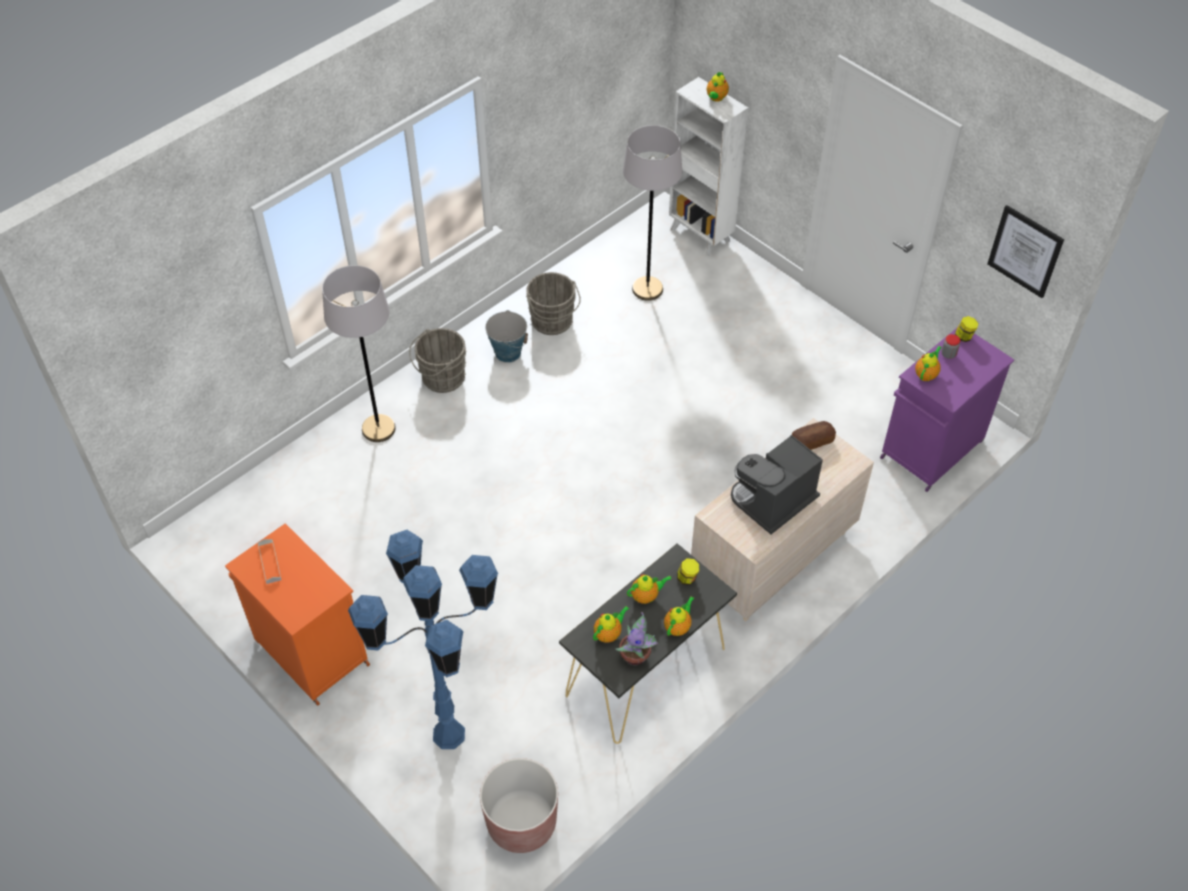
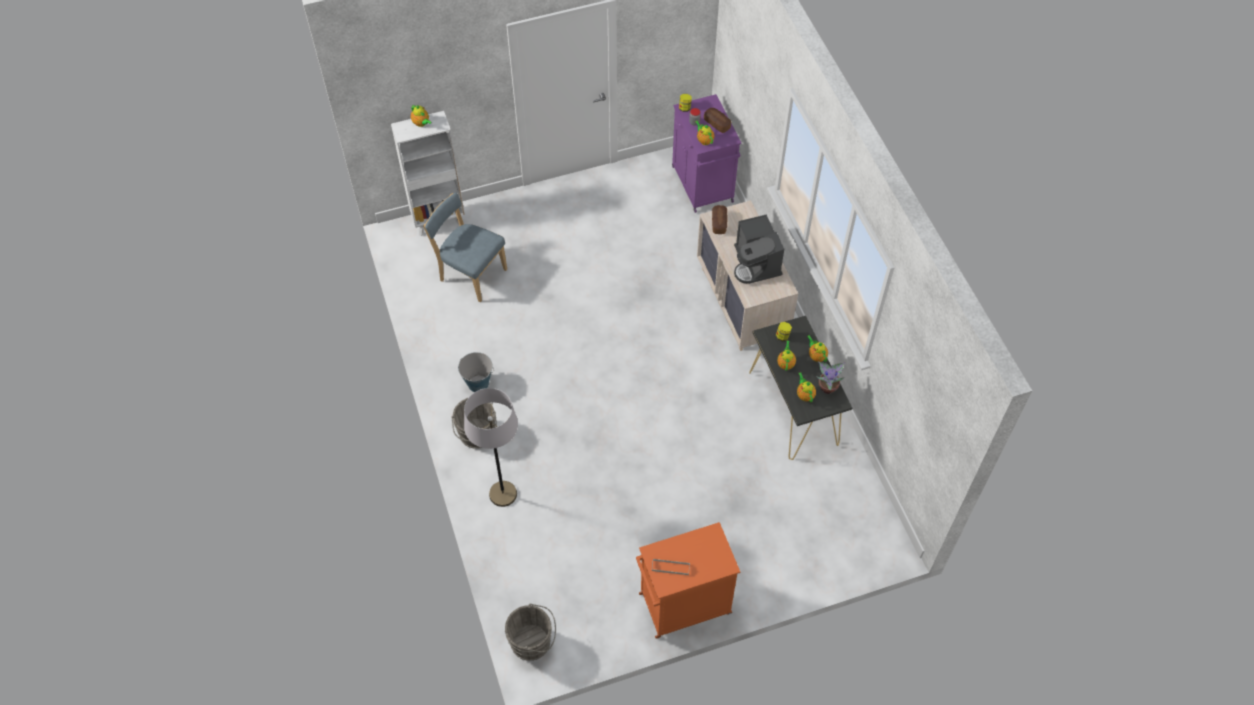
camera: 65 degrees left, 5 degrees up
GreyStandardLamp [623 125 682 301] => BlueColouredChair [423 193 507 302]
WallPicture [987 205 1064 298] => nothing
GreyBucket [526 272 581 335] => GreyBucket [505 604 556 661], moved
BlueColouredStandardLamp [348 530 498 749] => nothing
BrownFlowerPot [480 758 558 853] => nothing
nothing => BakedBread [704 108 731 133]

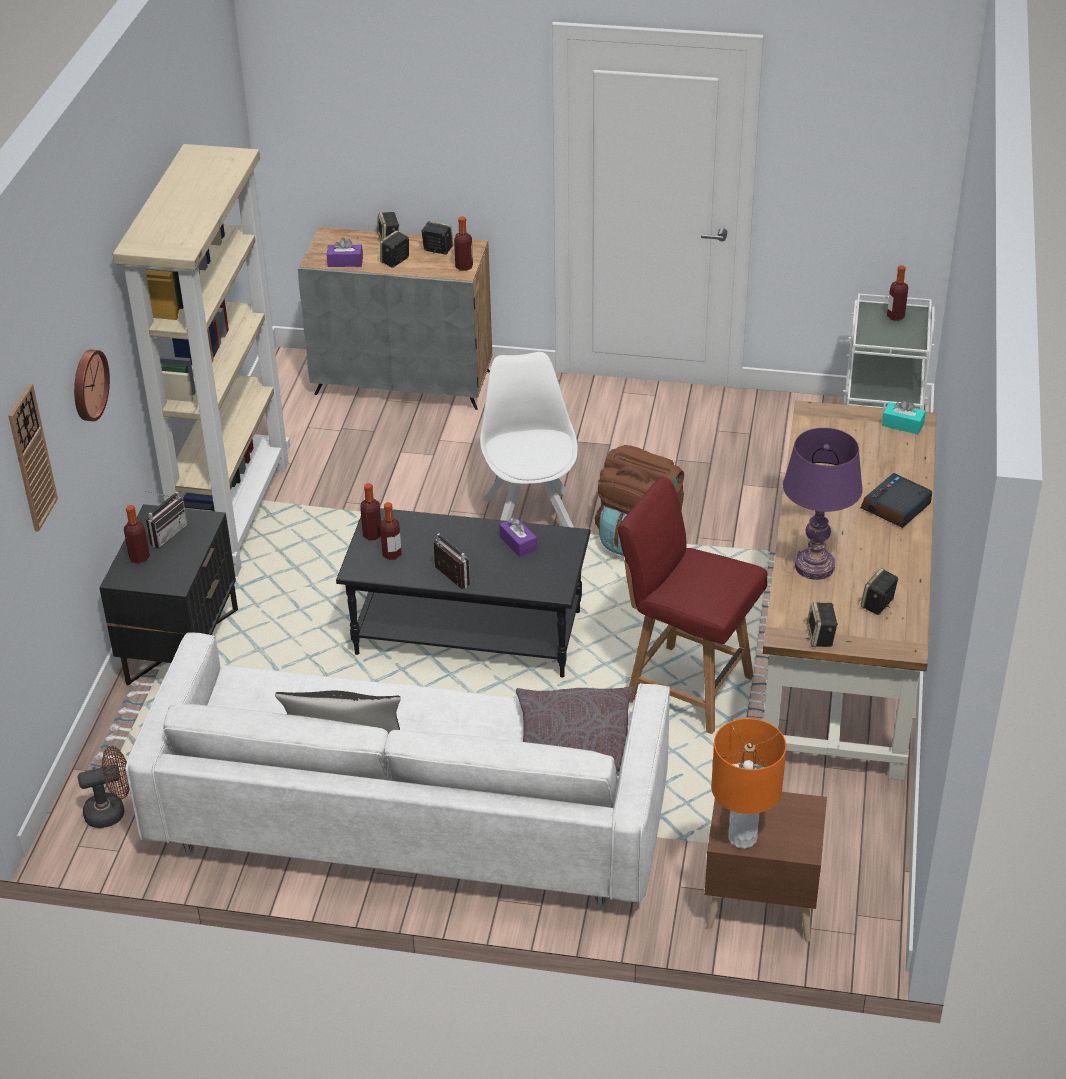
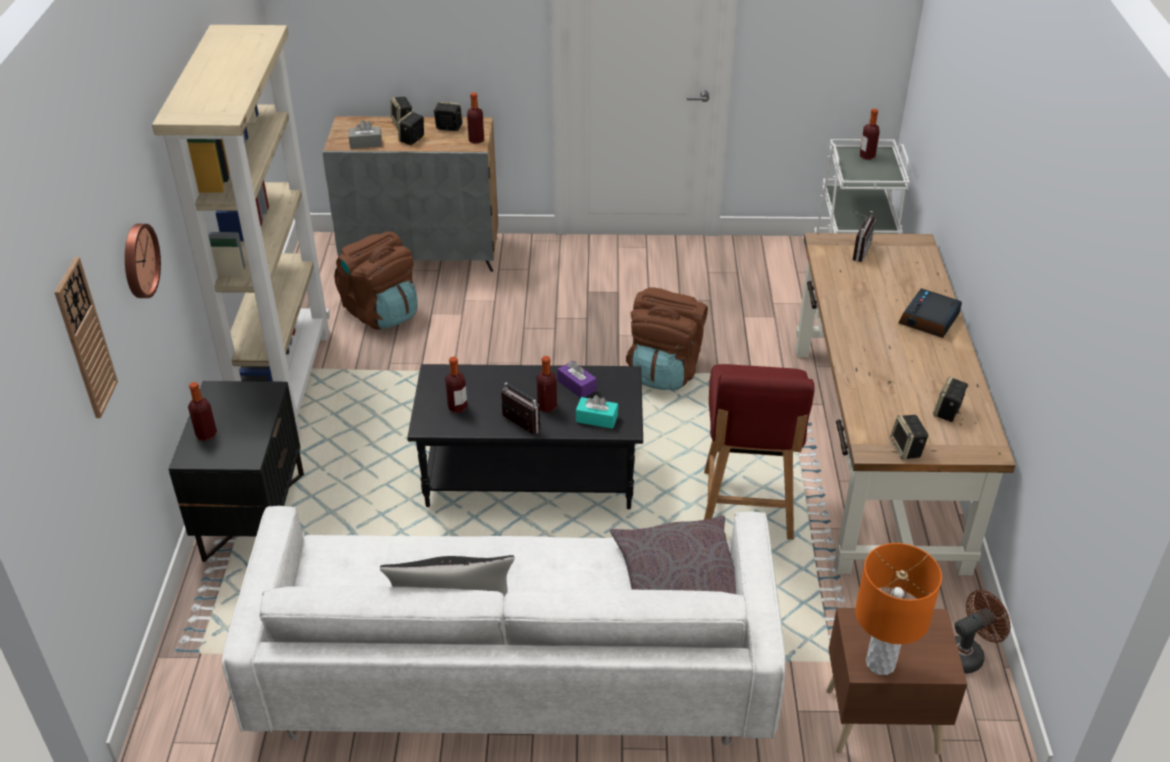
camera: 10 degrees left, 0 degrees up
PurplishTissueBox [327 238 363 267] => GreyTissueBox [349 120 382 149]
WhiteColouredChair [480 352 577 528] => nothing
BlueGreenTissueBox [882 399 926 434] => BlueGreenTissueBox [576 395 618 429], moved
PurplishLampForATable [783 428 863 580] => nothing
ReddishChair [618 477 767 734] => ReddishChair [704 364 814 540], 105 degrees counterclockwise
DrinkBottle [360 483 381 540] => DrinkBottle [537 356 557 412], moved
RadioReceiver [146 491 187 548] => RadioReceiver [851 210 876 262], moved
BrownElectricFan [77 746 129 828] => BrownElectricFan [955 590 1010 674], moved
nothing => BrownBackpack [334 231 418 330]

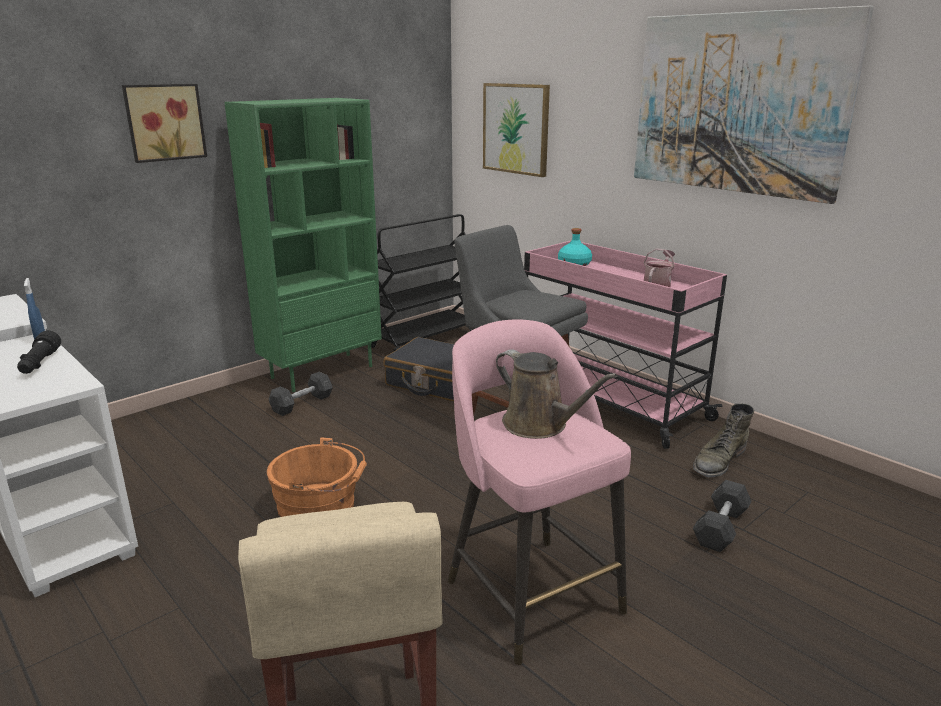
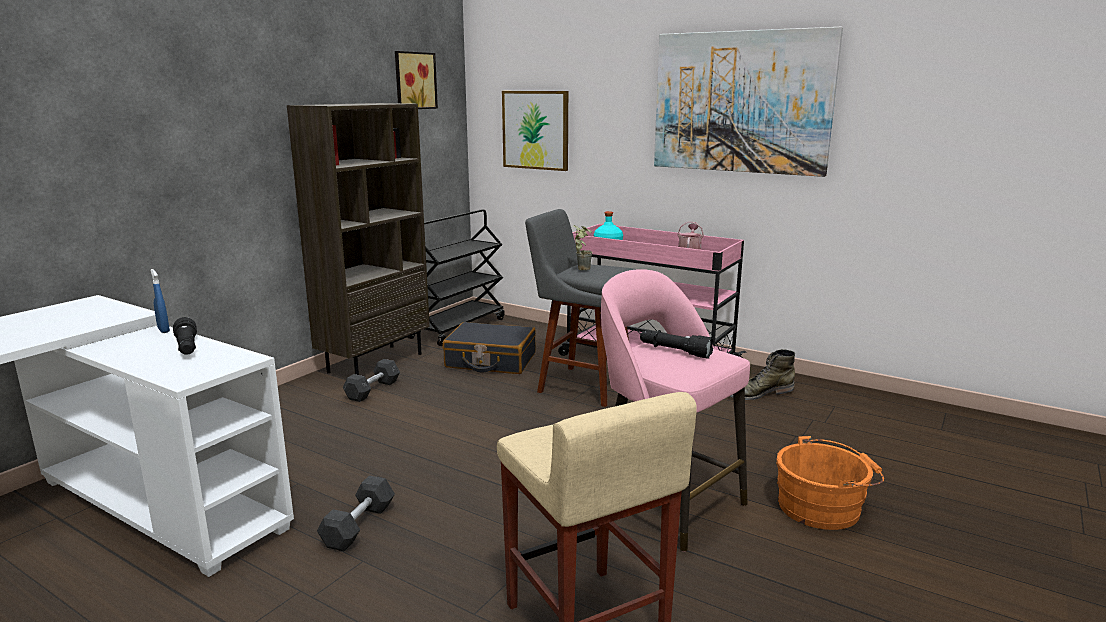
camera: 15 degrees left, 5 degrees down
WallPicture [122 84 207 163] => WallPicture [395 51 438 109], moved
GreenColouredShelvingUnit [224 98 382 392] => BrownShelvingUnit [287 103 430 375]
BrownWateringPot [496 349 618 439] => BlackColouredHandTorch [640 330 714 359]
GreenColouredTallBoot [693 404 754 477] => GreenColouredTallBoot [730 349 795 400], 45 degrees clockwise
OrangeBucket [267 437 367 517] => OrangeBucket [776 436 884 530], moved
GreyHandWeight [693 480 751 552] => GreyHandWeight [317 475 395 552], moved
nothing => PlantInAPot [574 225 592 270]

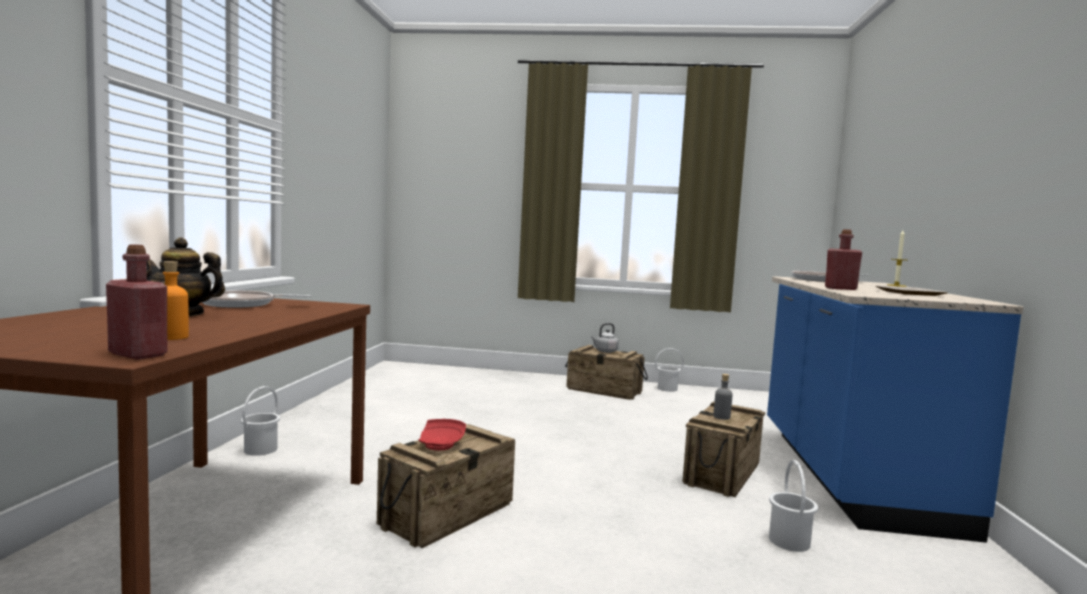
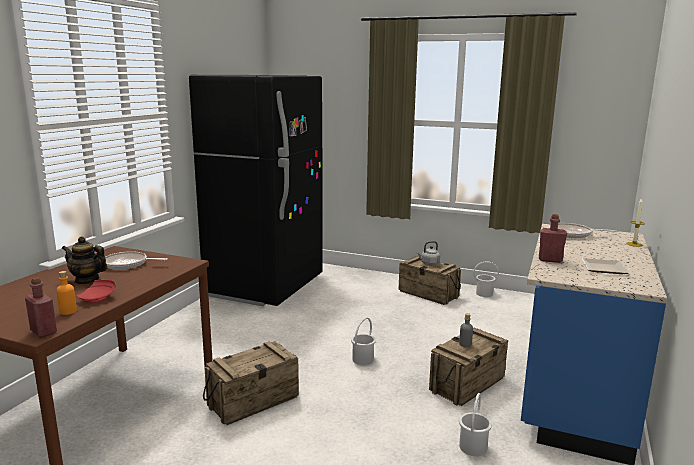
camera: 15 degrees right, 10 degrees up
WhiteColouredBucket [241 386 280 456] => WhiteColouredBucket [351 317 376 365], moved
ReddishFlatDish [418 419 466 451] => ReddishFlatDish [76 280 116 304], moved
nothing => BlackColouredKitchenFridge [189 75 323 306]

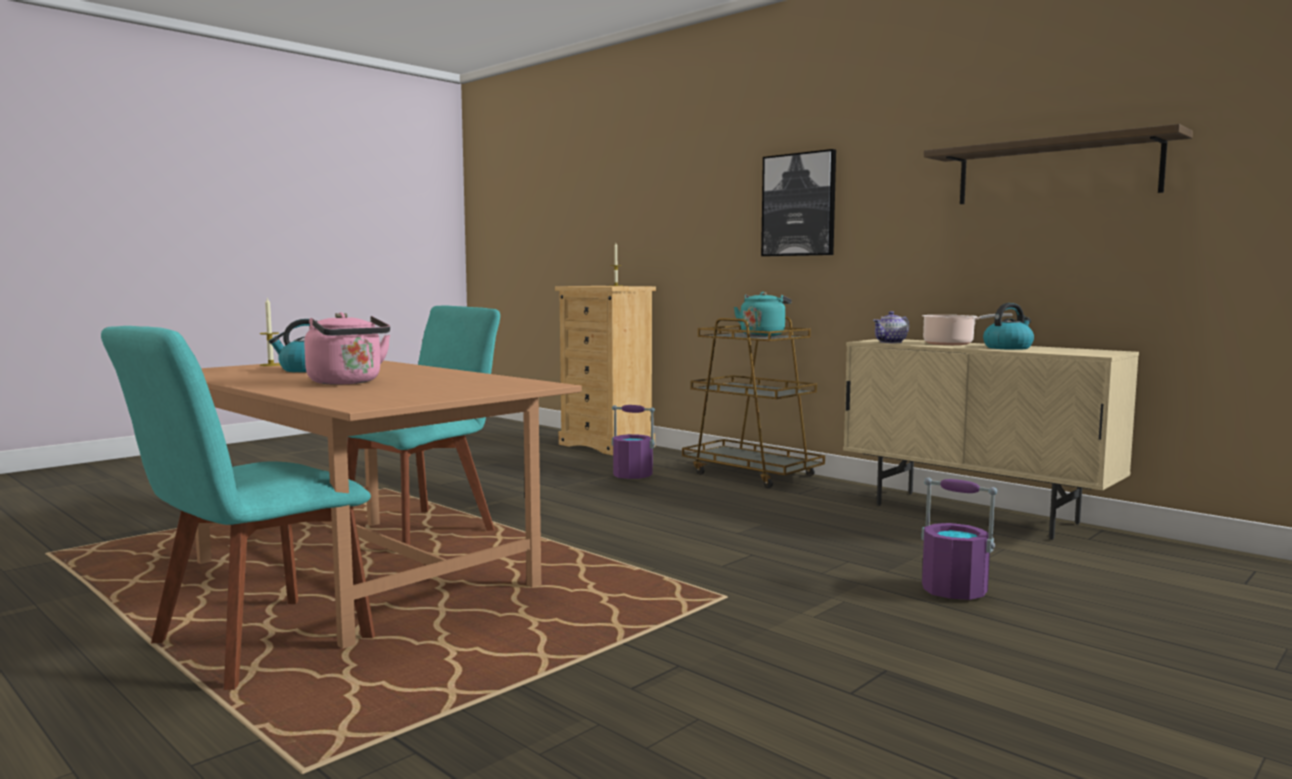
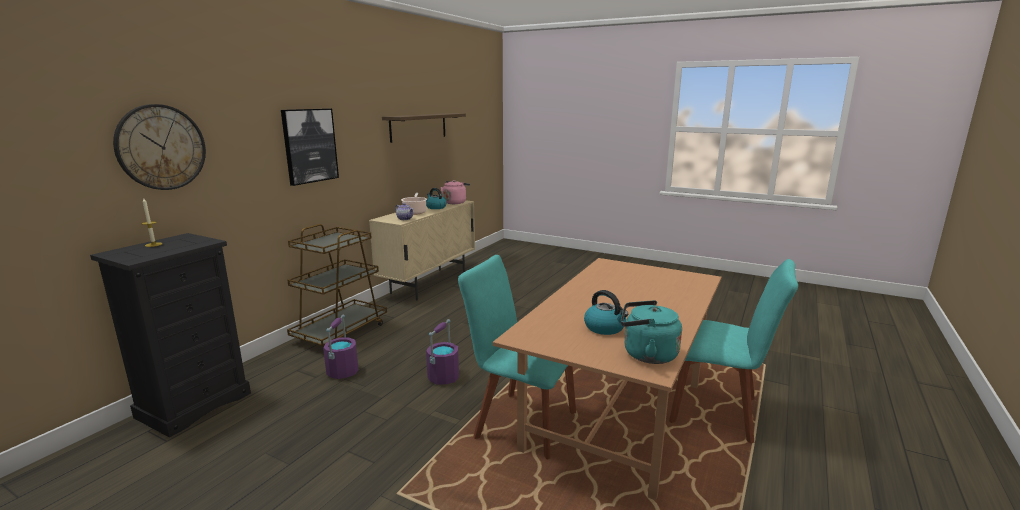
camera: 105 degrees left, 10 degrees up
SandColouredDresser [555 286 656 455] => BlackColouredDresser [90 233 251 438]
BlueGreenTeaKettle [734 292 792 336] => BlueGreenTeaKettle [621 300 682 364], moved
WaxLight [260 297 280 366] => nothing
PinkColouredTeaKettle [304 312 390 385] => PinkColouredTeaKettle [440 180 470 204], moved
PurplishBucket [921 478 997 600] => PurplishBucket [426 319 459 385], moved
nothing => WallClock [113 104 206 190]

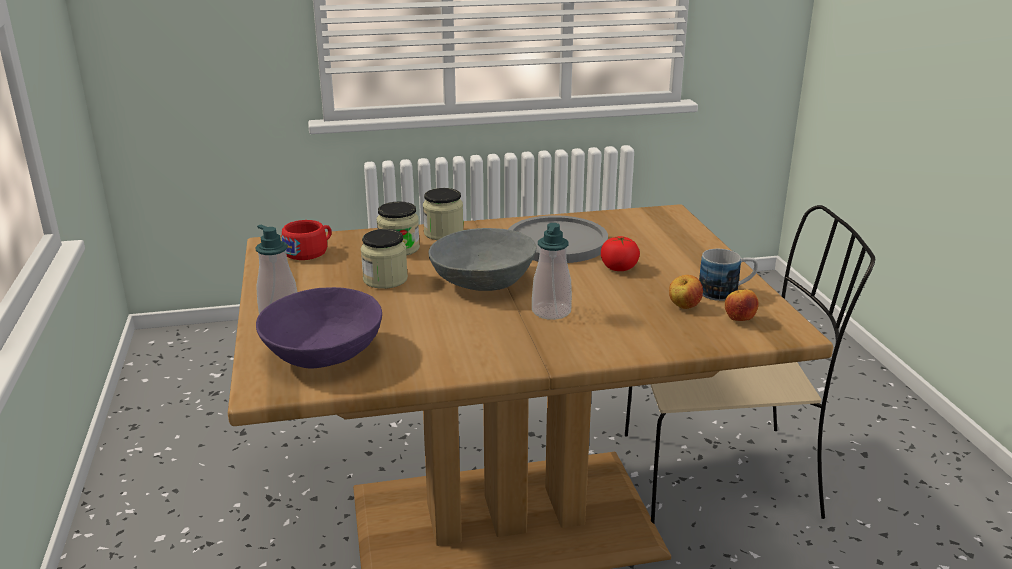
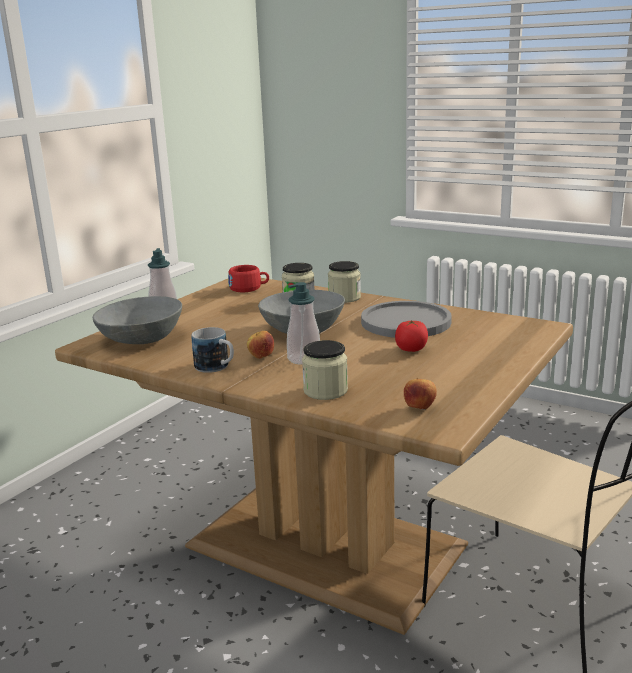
camera: 45 degrees right, 5 degrees down
Jar [361 229 408 289] => Jar [302 340 348 400], moved
TeaMug [699 249 758 301] => TeaMug [191 327 234 373], moved
WholeApple [669 275 703 309] => WholeApple [247 331 274 359], moved
PurplishServingBowl [256 287 382 369] => GreyServingBowl [93 296 182 344]

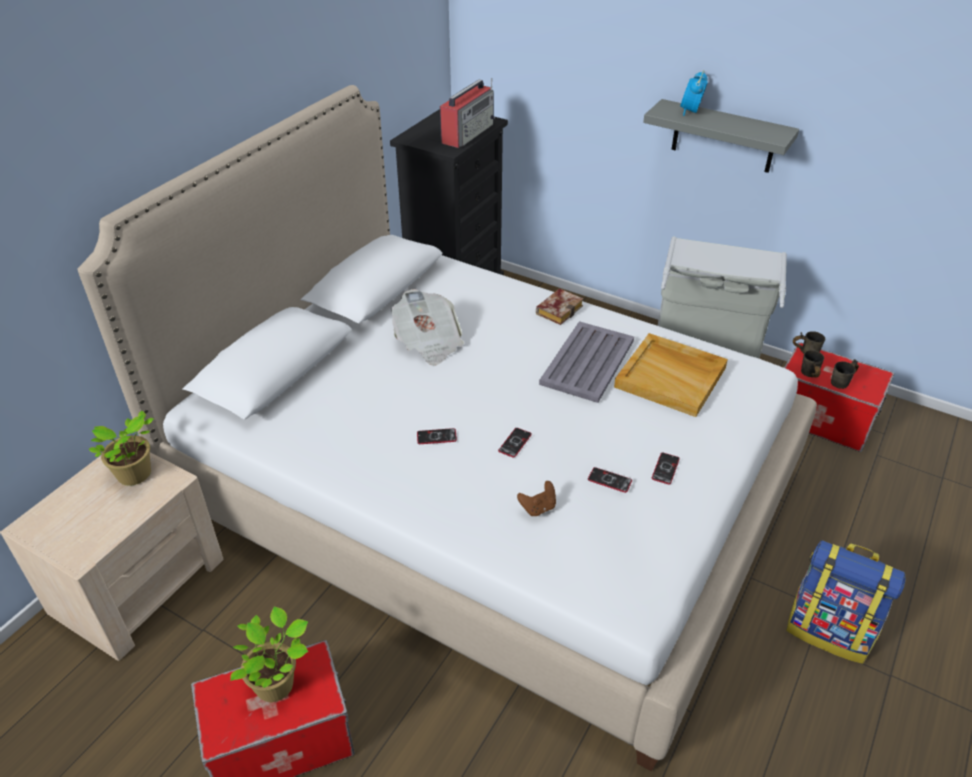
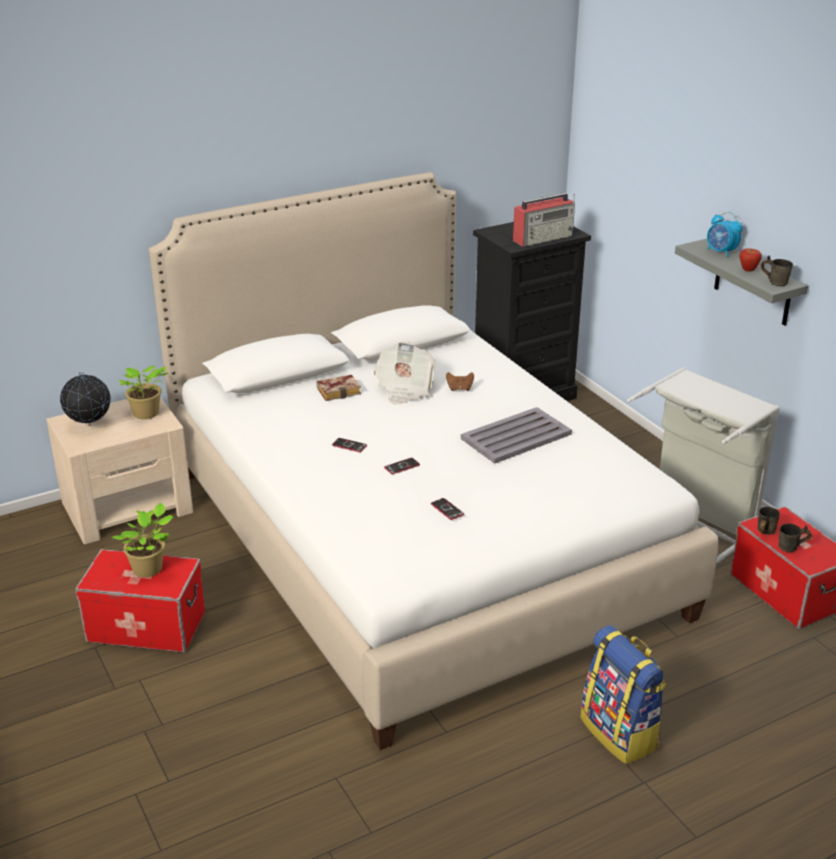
camera: 30 degrees right, 10 degrees down
AlarmClock [680 70 708 116] => AlarmClock [707 212 743 257], 90 degrees counterclockwise
BoundBook [536 289 583 325] => BoundBook [316 375 361 401], moved
GreyTeaMug [793 331 825 354] => GreyTeaMug [760 256 793 286], moved
SandColouredCarryingTray [614 333 728 417] => nothing
Handset [652 453 680 485] => nothing
BrownGamepad [517 481 556 516] => BrownGamepad [446 372 474 391], moved
nothing => WholeApple [740 248 762 272]
nothing => WorldGlobe [60 372 110 426]

